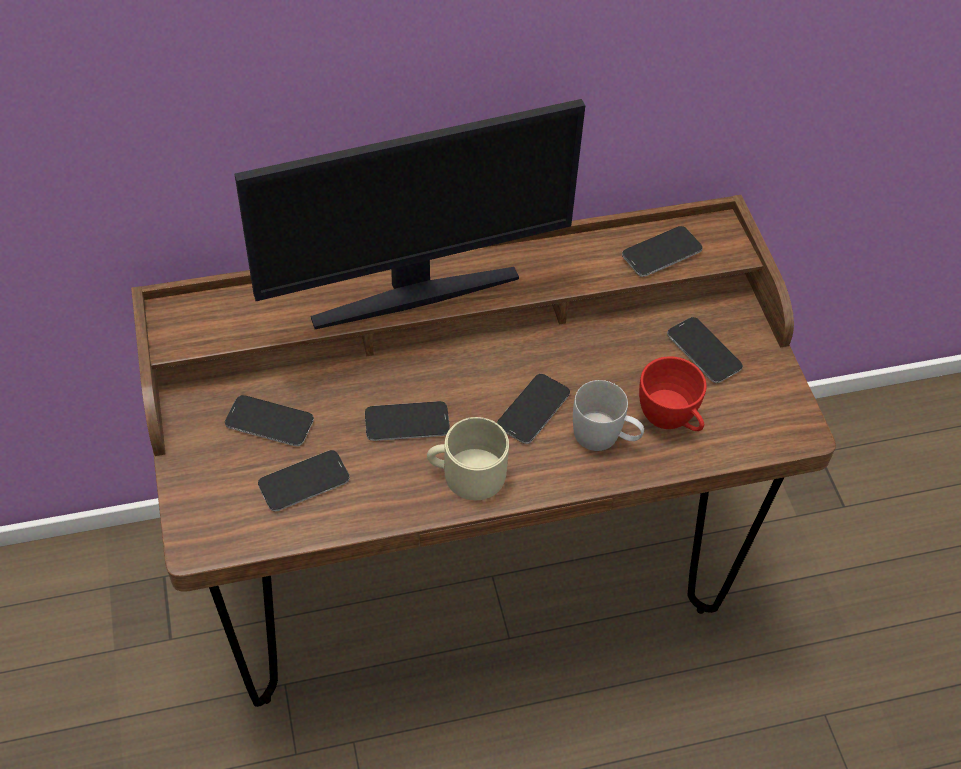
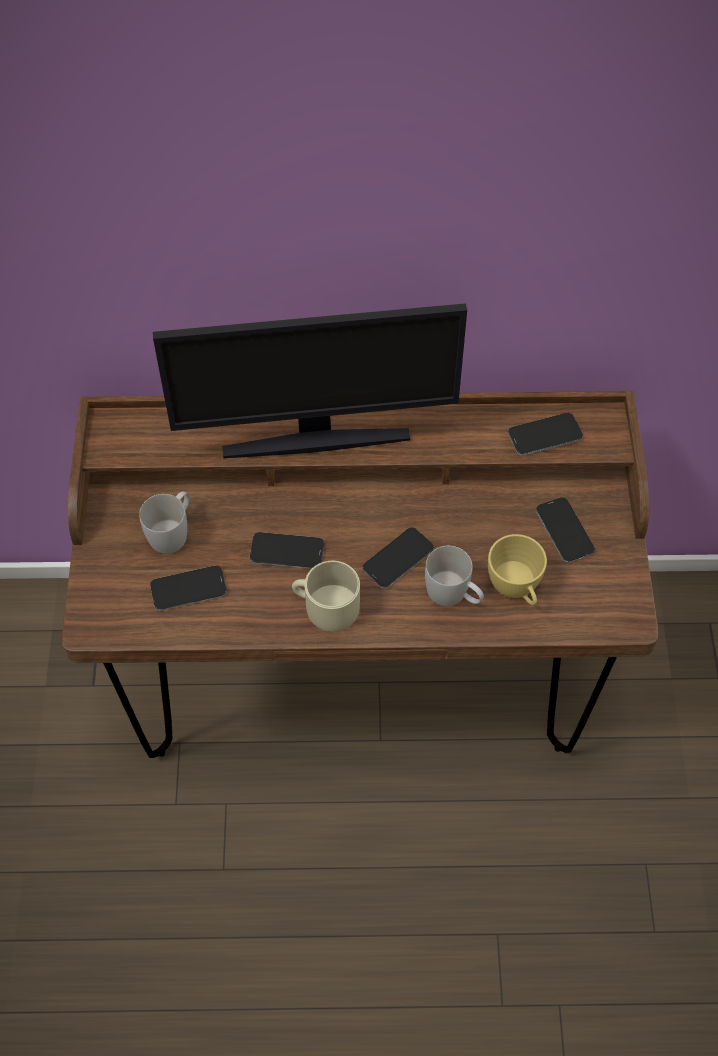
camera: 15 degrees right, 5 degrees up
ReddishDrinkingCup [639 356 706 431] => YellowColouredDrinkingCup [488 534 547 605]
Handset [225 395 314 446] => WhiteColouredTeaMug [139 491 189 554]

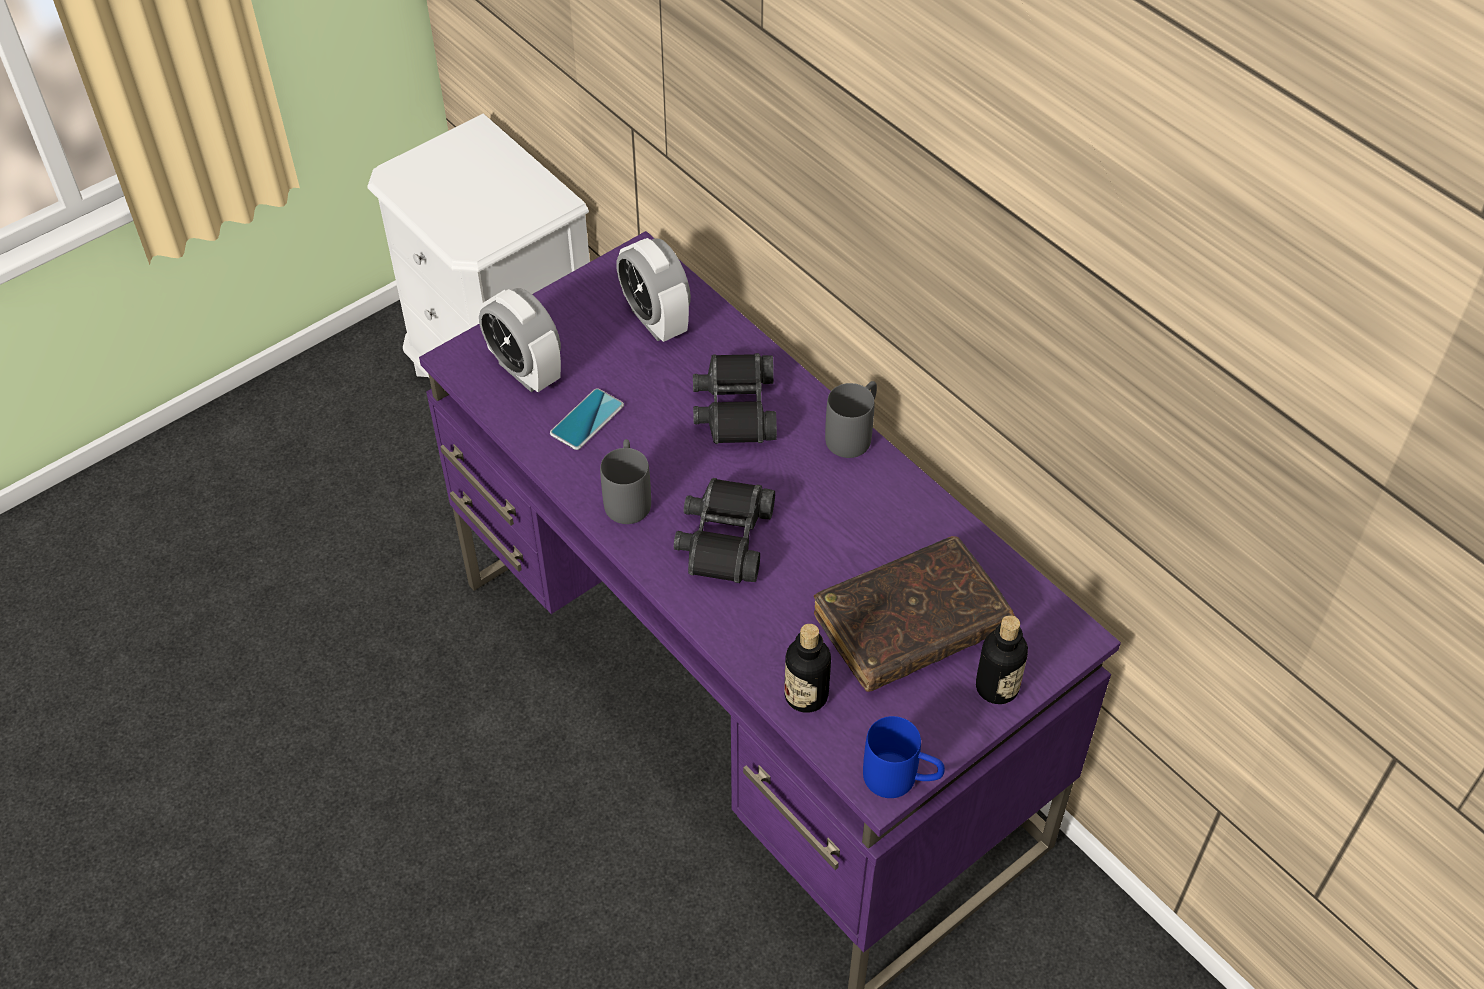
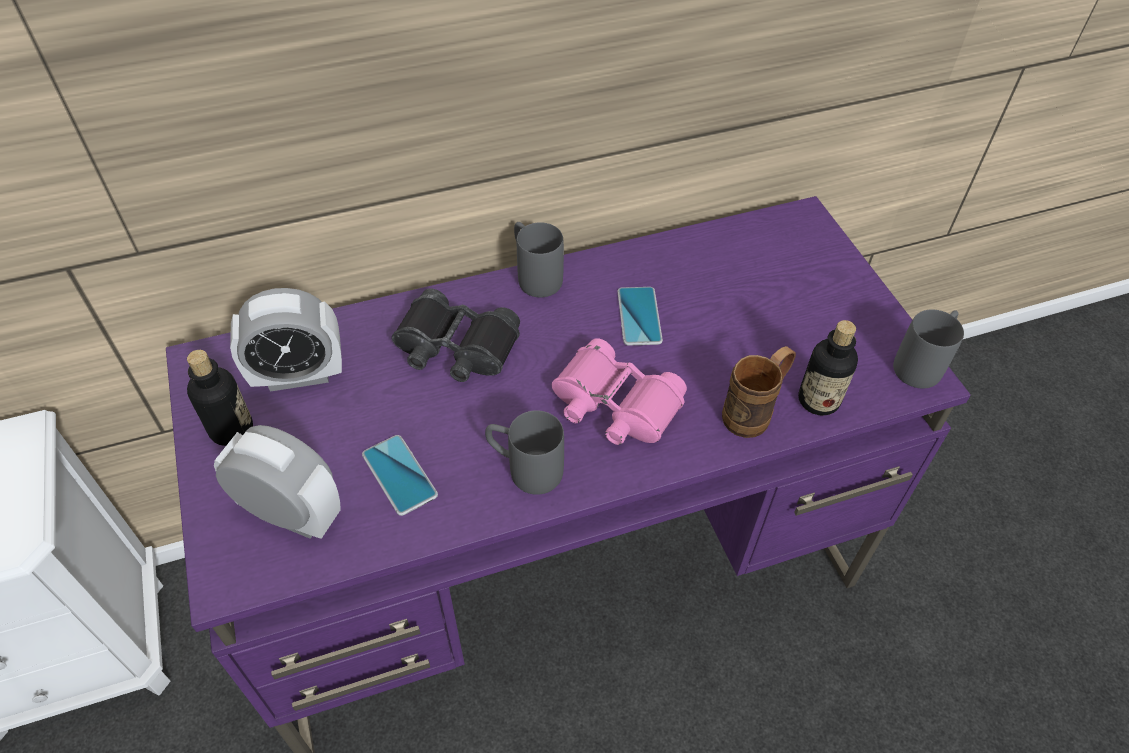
camera: 70 degrees left, 0 degrees up
AlarmClock [479 288 561 392] => AlarmClock [214 425 341 539], 135 degrees counterclockwise
BlackColouredPairOfBinoculars [674 478 775 583] => PinkColouredPairOfBinoculars [552 338 687 445]
BrownBoundBook [814 536 1014 692] => nothing
DrinkBottle [976 615 1028 704] => DrinkBottle [187 350 253 446], moved
BlueColouredTeaMug [863 716 945 798] => GreyTeaMug [893 309 964 388]
nothing => Handset [617 287 663 346]
nothing => BrownTeaMug [722 346 796 438]

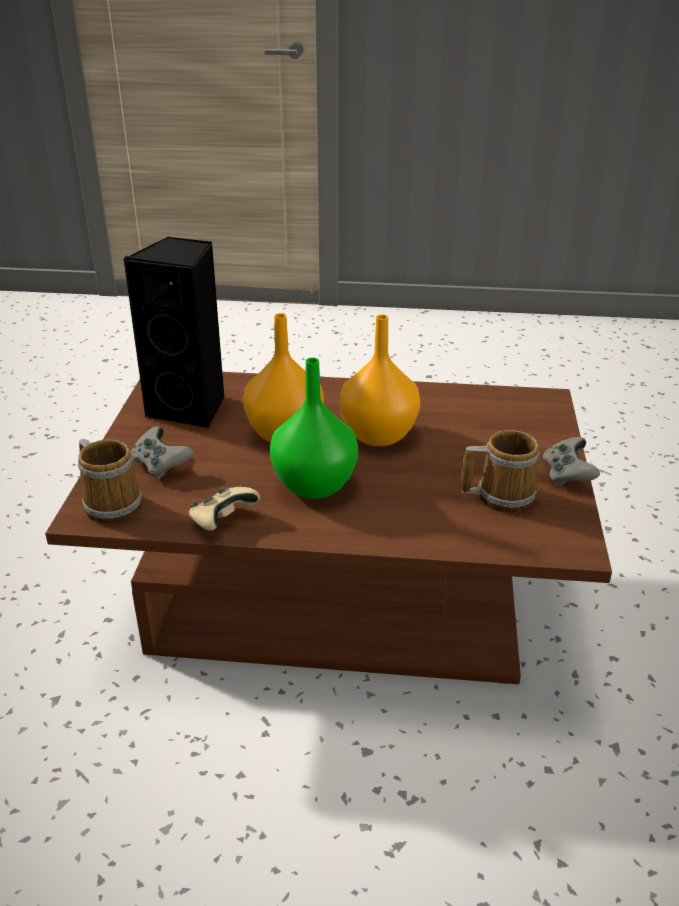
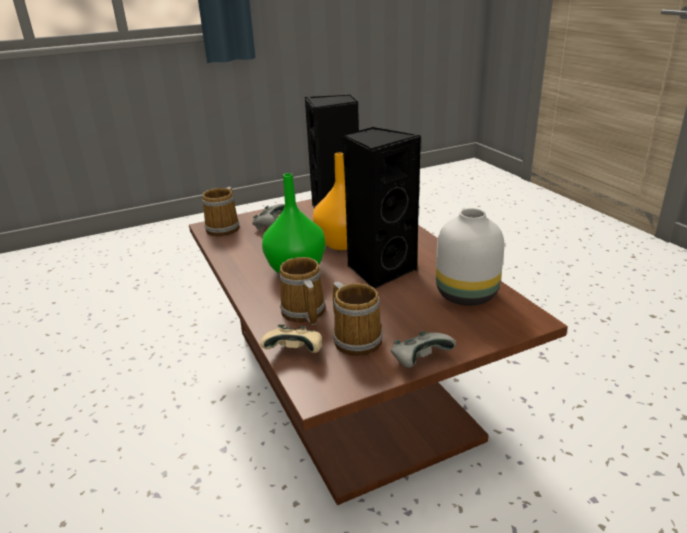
camera: 60 degrees right, 5 degrees down
OrangeDecorativeVase [340 315 420 446] => BlackColouredLoudspeaker [342 127 421 289]
SandColouredGamepad [188 487 260 531] => SandColouredGamepad [260 325 322 353], moved
nothing => WhiteColouredDecorativeVase [436 208 504 306]
nothing => TeaMug [279 257 325 325]

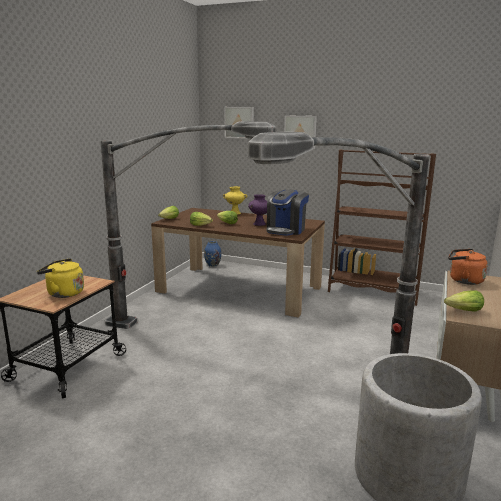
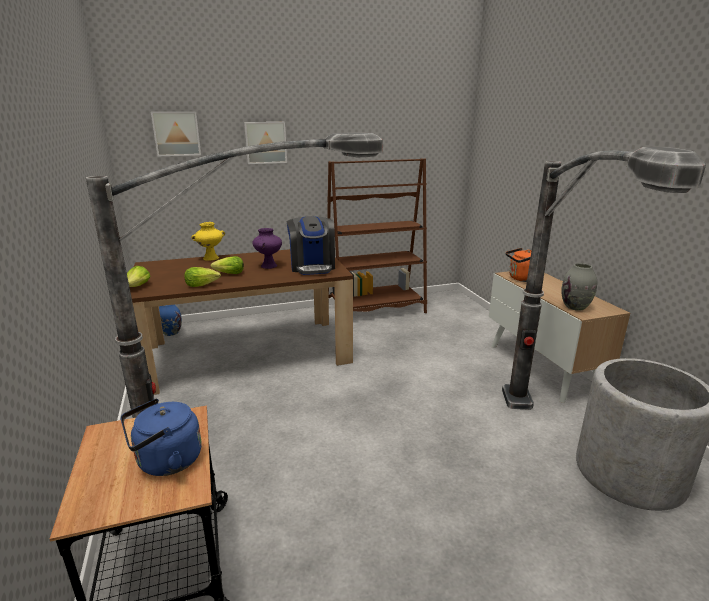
camera: 40 degrees left, 5 degrees up
YellowColouredTeaKettle [37 258 84 298] => BlueColouredTeaKettle [121 399 202 476]
LettuceHead [444 291 484 312] => GreyDecorativeVase [561 263 597 311]

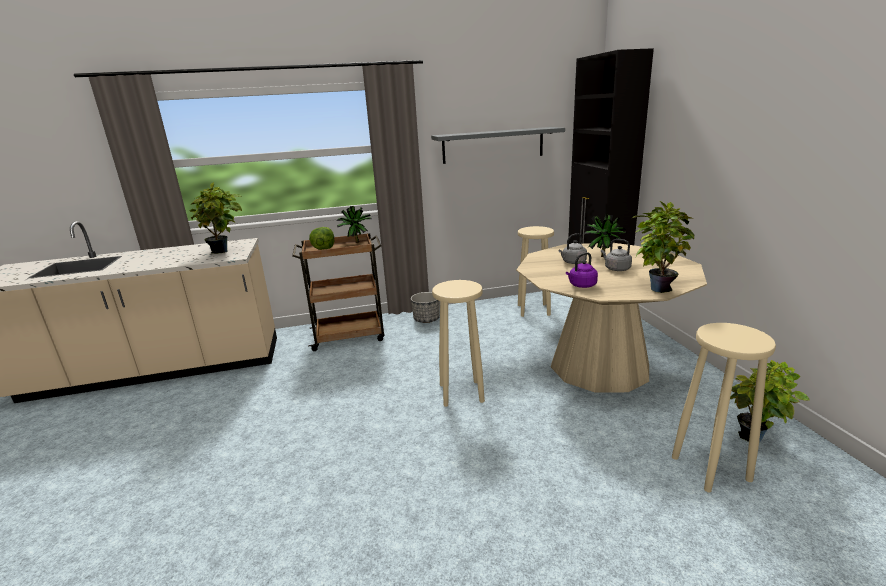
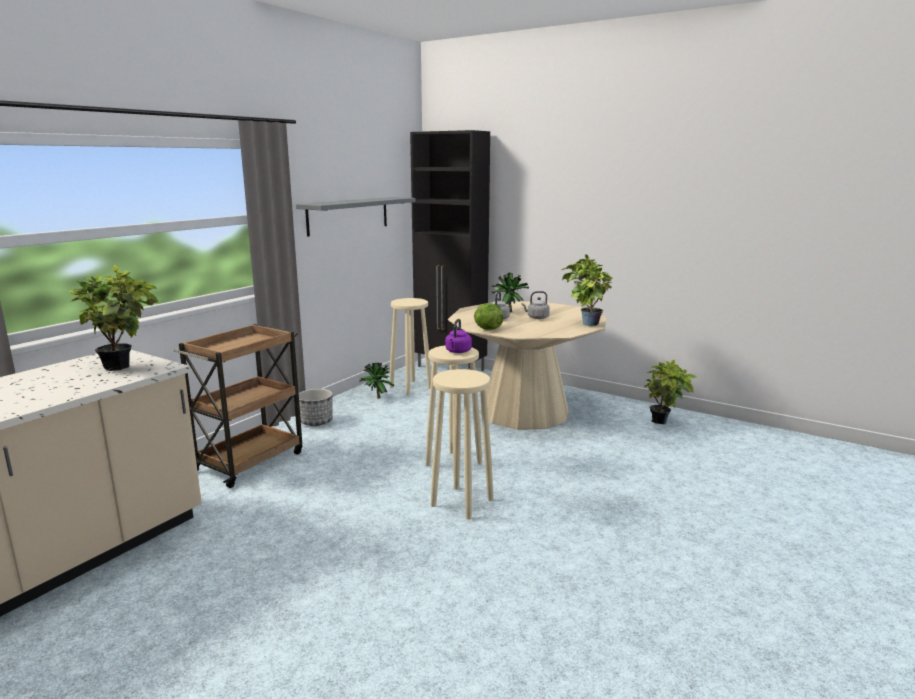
camera: 45 degrees left, 5 degrees down
PlantInAPot [337 206 372 243] => PlantInAPot [359 363 394 399], moved
LettuceHead [309 227 334 250] => LettuceHead [474 303 504 330], moved
PurplishTeaKettle [566 252 598 288] => PurplishTeaKettle [445 319 472 353], moved
SandColouredSittingStool [672 323 776 493] => SandColouredSittingStool [431 369 493 519], moved

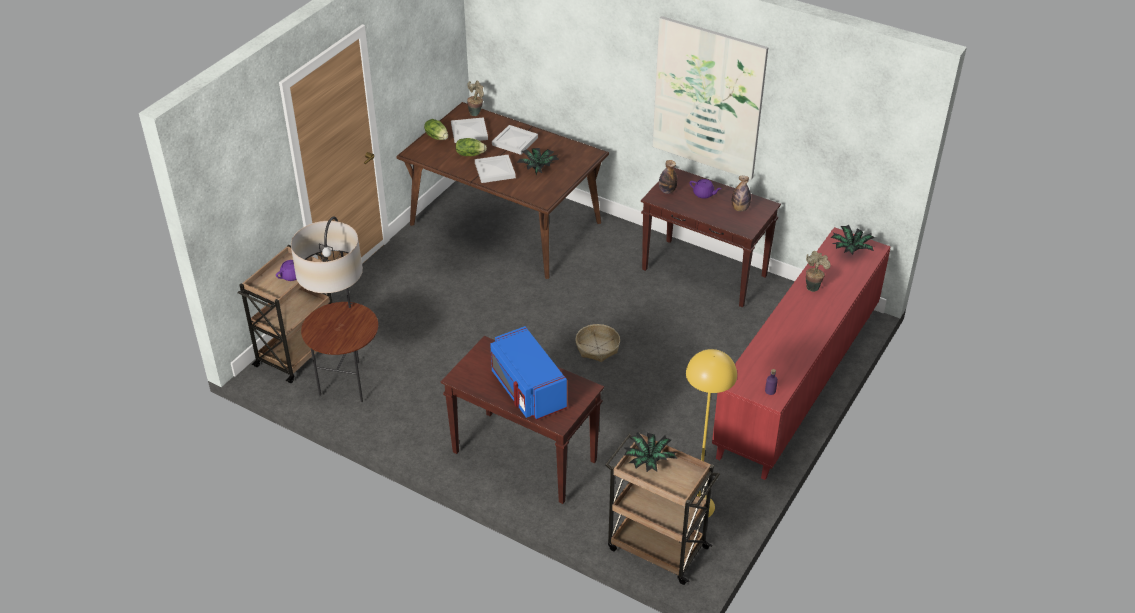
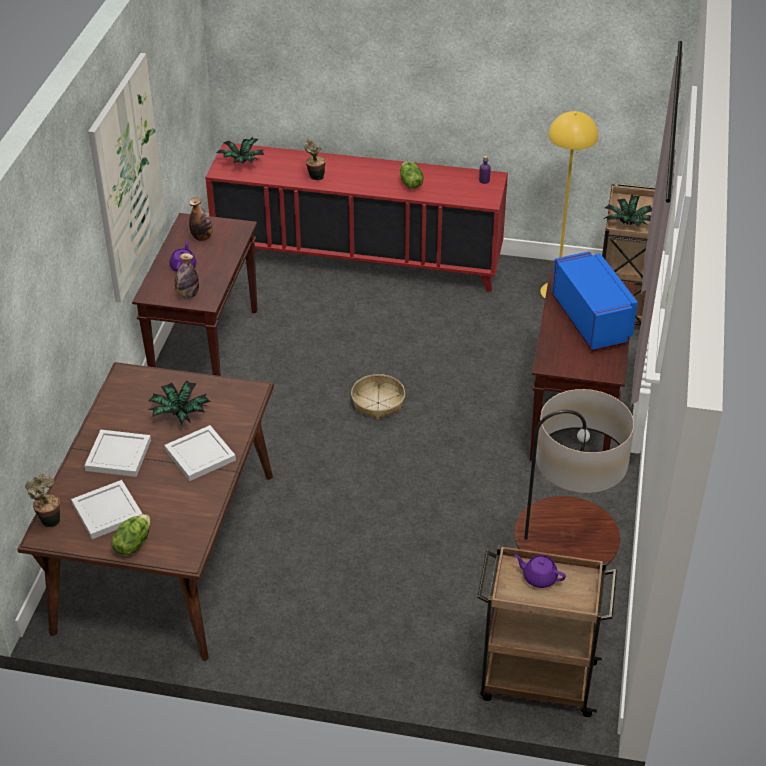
camera: 110 degrees left, 0 degrees up
LettuceHead [456 138 487 156] => LettuceHead [400 161 423 189], moved
BlueColouredKitchenMicrowave [490 326 567 420] => BlueColouredKitchenMicrowave [552 251 638 351], 60 degrees counterclockwise

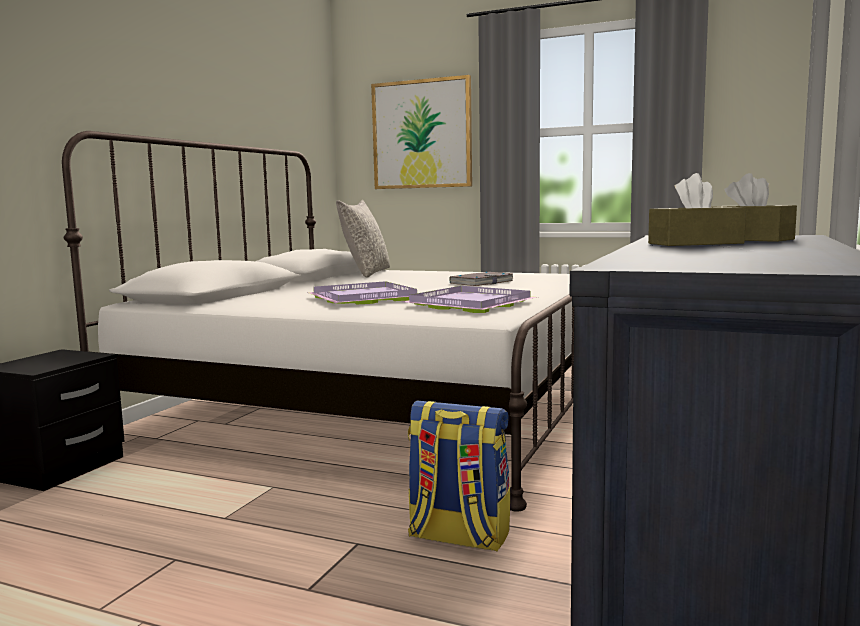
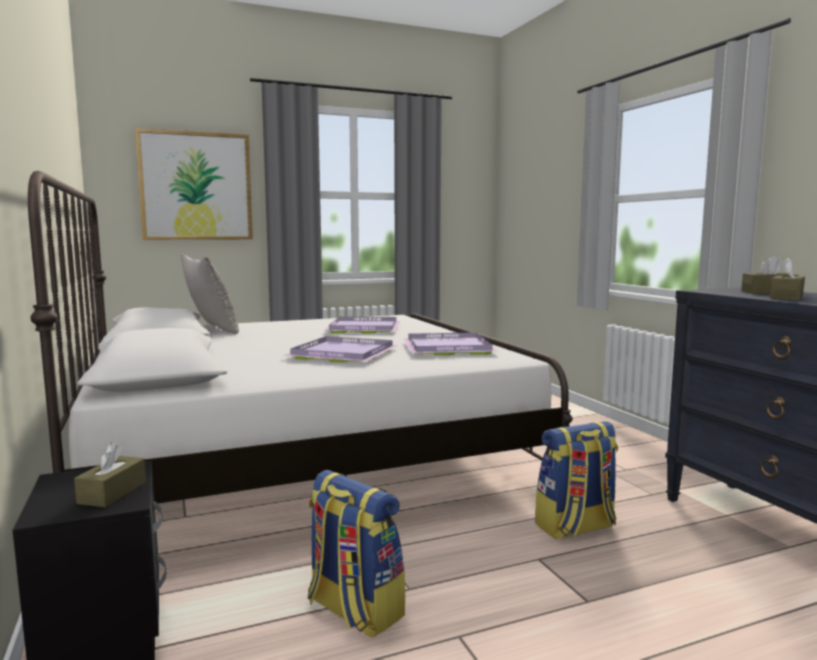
camera: 45 degrees left, 0 degrees up
BoundBook [450 272 513 286] => PurplishCarryingTray [324 317 400 334]
nothing => BrownTissueBox [74 442 146 507]
nothing => Backpack [308 470 405 638]

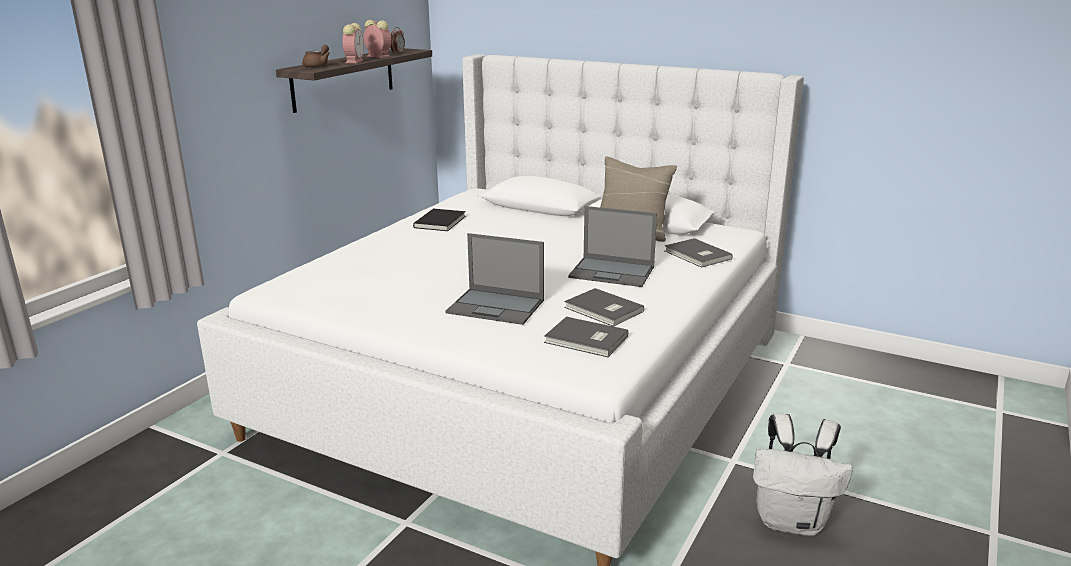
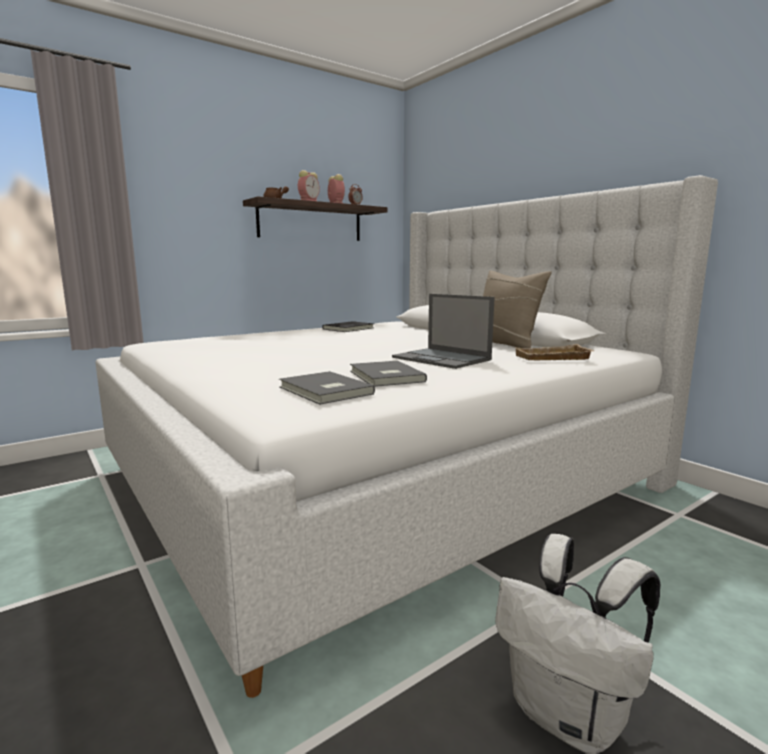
camera: 25 degrees right, 10 degrees down
NotebookComputer [445 233 544 325] => nothing
GreyBoundBook [665 238 733 268] => SandColouredCarryingTray [514 344 595 361]

